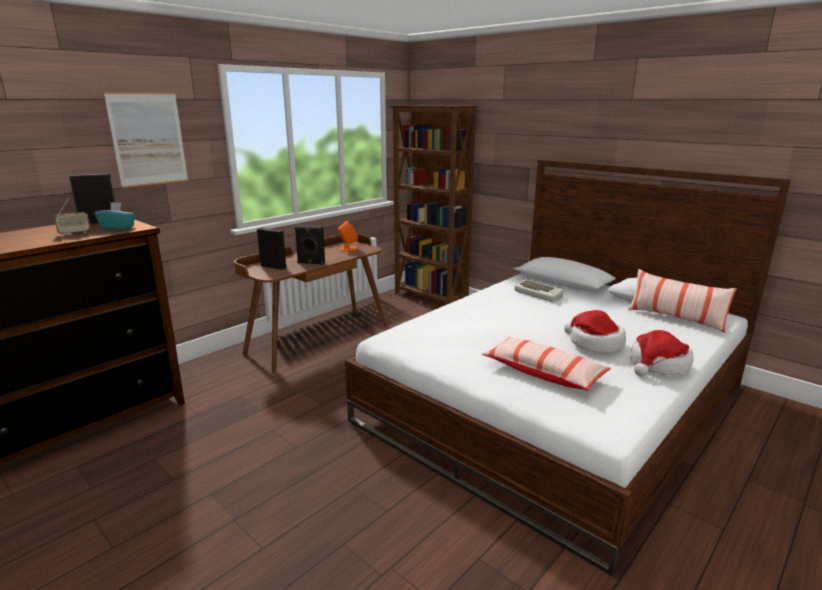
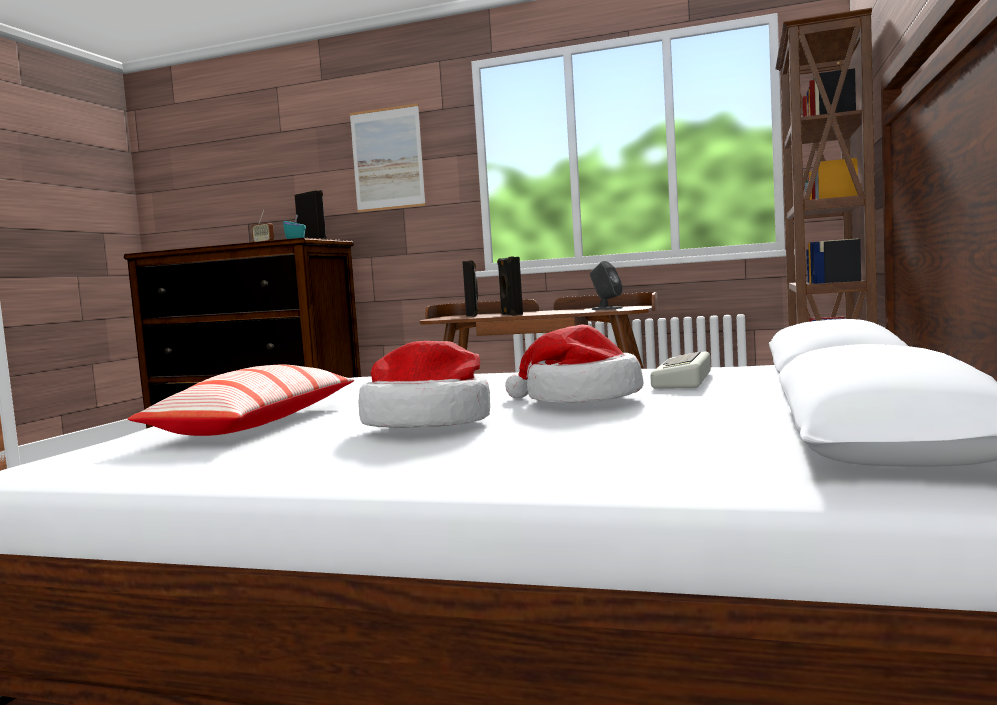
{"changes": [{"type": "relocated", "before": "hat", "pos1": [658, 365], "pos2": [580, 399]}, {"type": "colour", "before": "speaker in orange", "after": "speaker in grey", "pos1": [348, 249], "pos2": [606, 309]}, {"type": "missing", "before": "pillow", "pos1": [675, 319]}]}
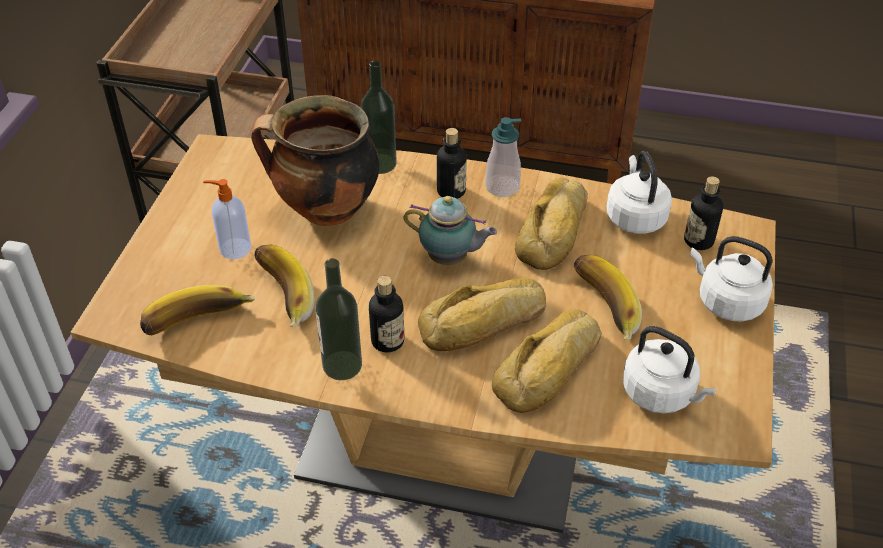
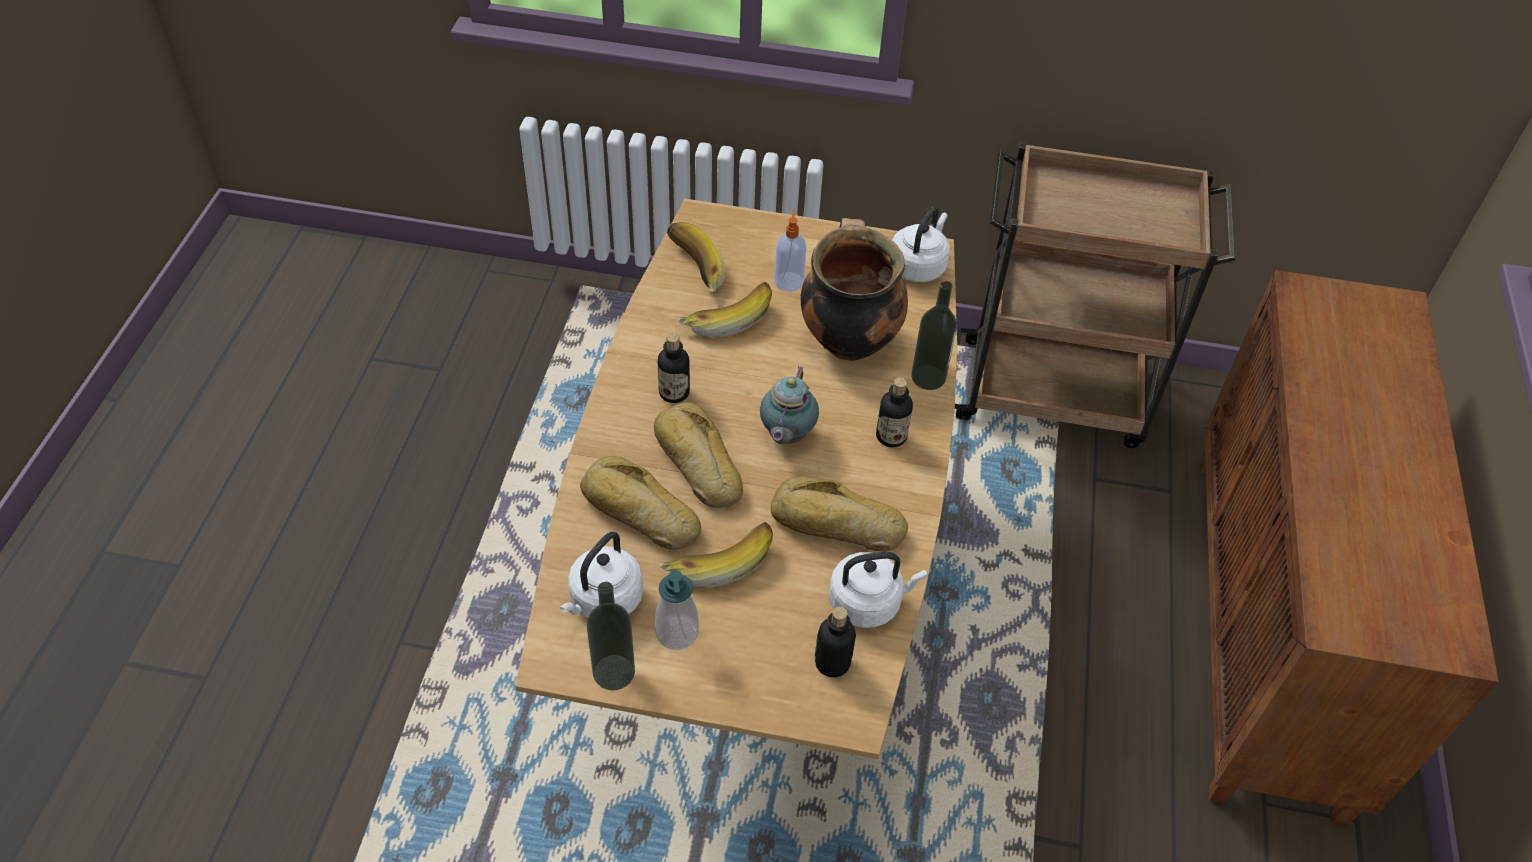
{"changes": [{"type": "relocated", "before": "bottle", "pos1": [342, 365], "pos2": [613, 672]}, {"type": "relocated", "before": "soap dispenser", "pos1": [502, 187], "pos2": [677, 632]}, {"type": "relocated", "before": "kettle in white", "pos1": [727, 302], "pos2": [918, 266]}]}
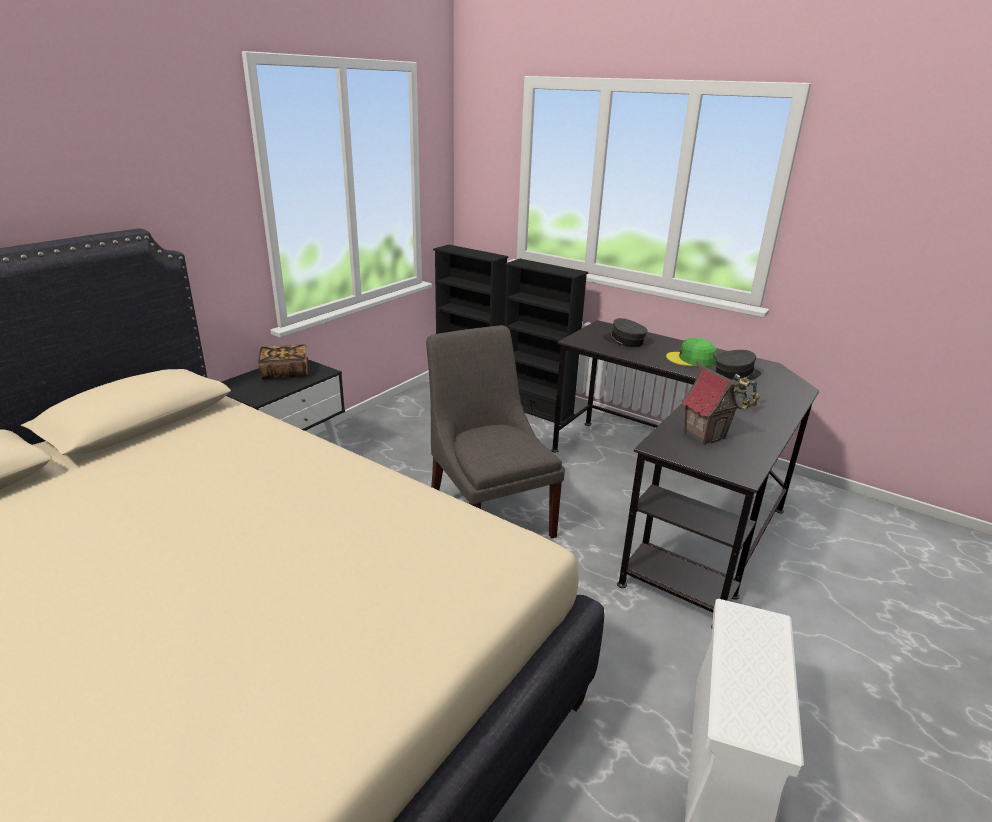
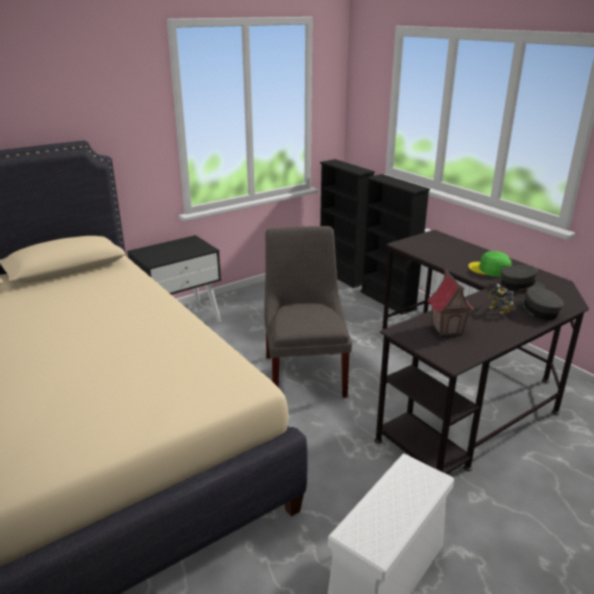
{"changes": [{"type": "relocated", "before": "cap in grey", "pos1": [624, 341], "pos2": [537, 311]}, {"type": "missing", "before": "book", "pos1": [285, 372]}]}
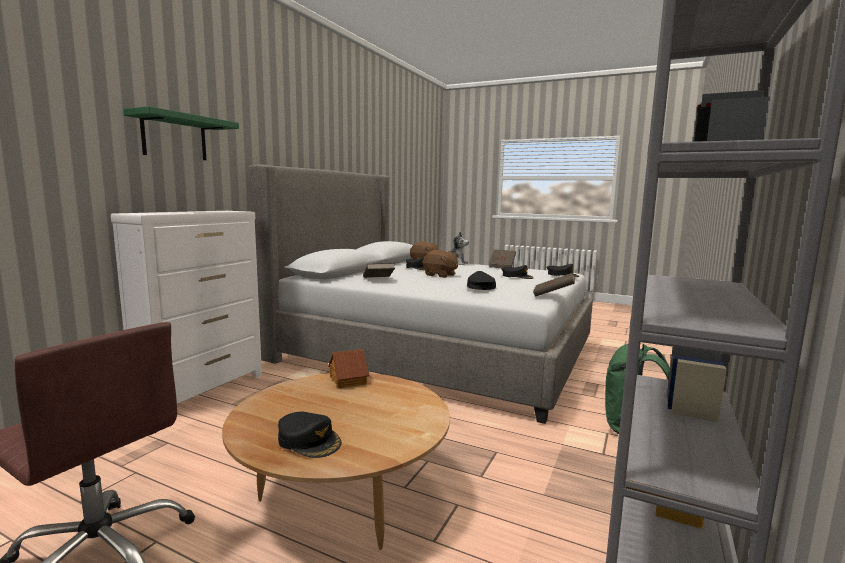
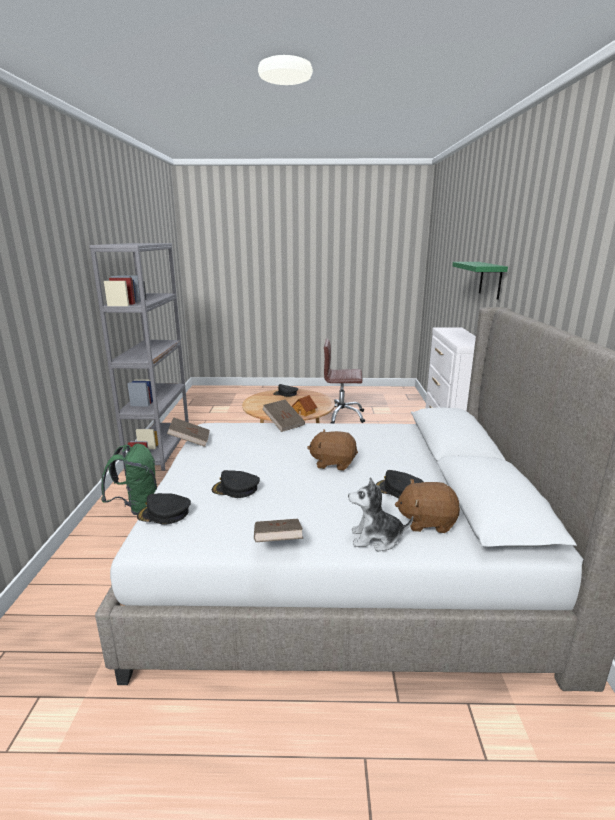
{"changes": [{"type": "relocated", "before": "book in brown", "pos1": [378, 279], "pos2": [283, 424]}, {"type": "missing", "before": "cap in black", "pos1": [480, 287]}]}
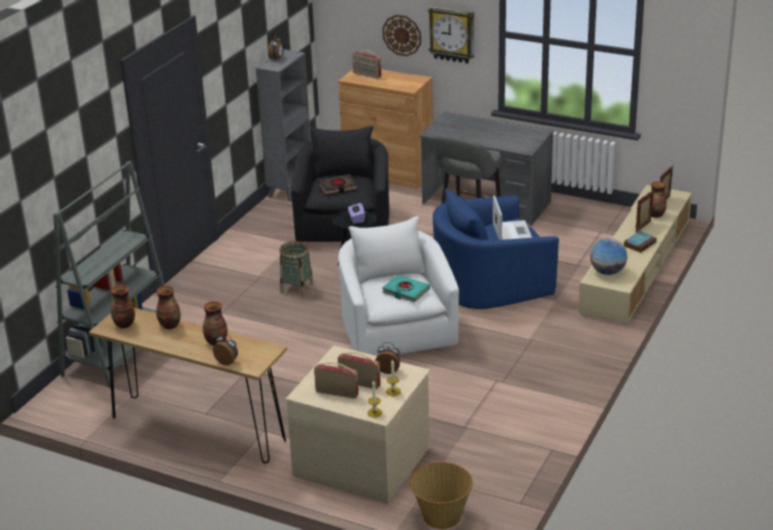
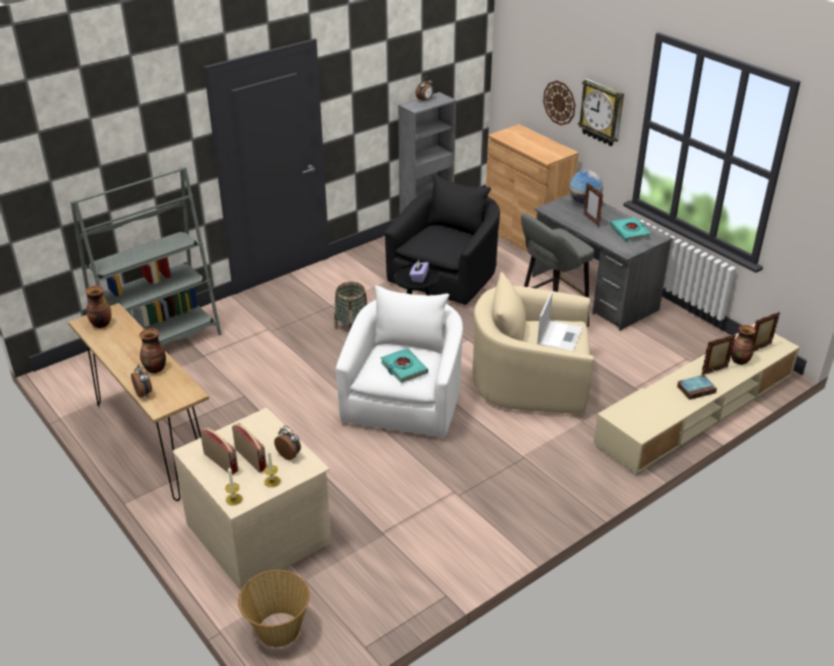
{"changes": [{"type": "colour", "before": "armchair in blue", "after": "armchair in beige", "pos1": [490, 284], "pos2": [531, 381]}, {"type": "relocated", "before": "globe", "pos1": [607, 272], "pos2": [584, 202]}, {"type": "appeared", "after": "picture frame", "pos2": [591, 220]}, {"type": "appeared", "after": "book in turquoise", "pos2": [630, 232]}, {"type": "missing", "before": "vase", "pos1": [170, 325]}, {"type": "missing", "before": "book in black", "pos1": [338, 187]}, {"type": "missing", "before": "radio", "pos1": [366, 75]}]}
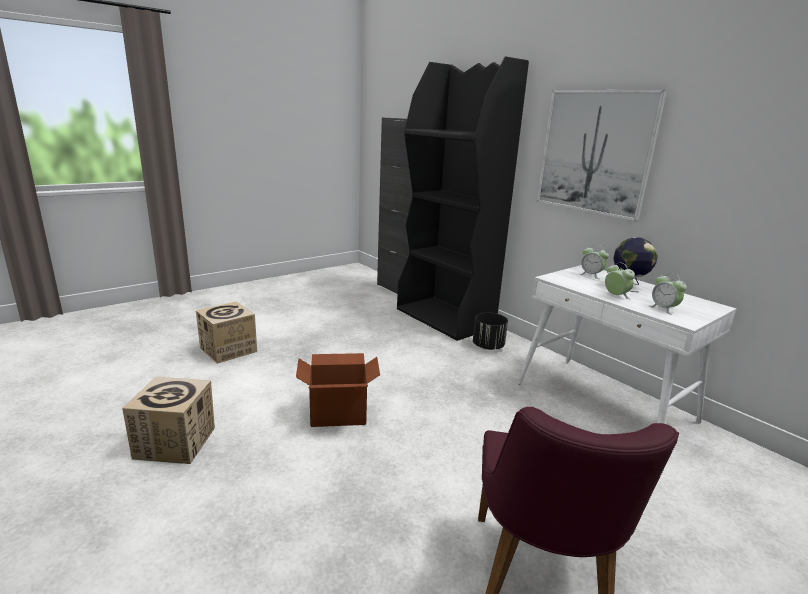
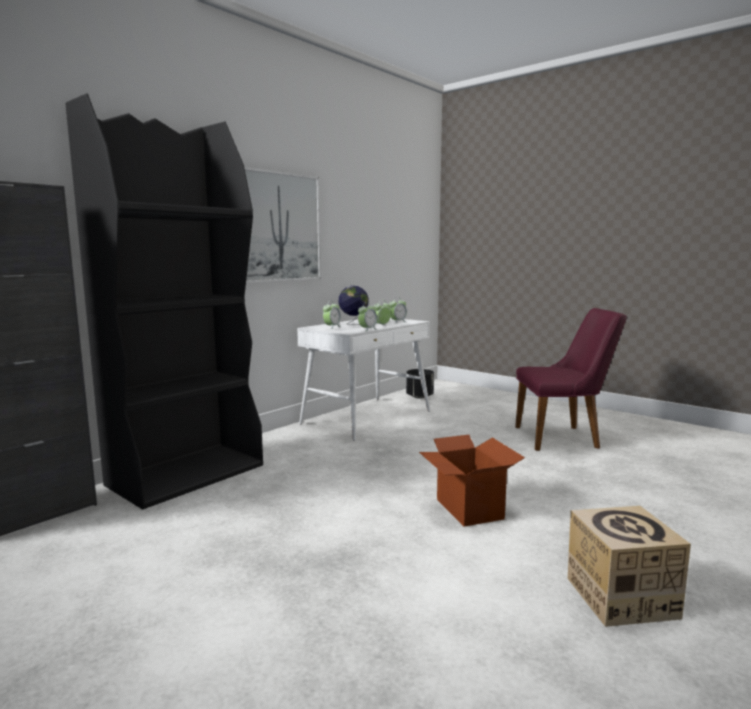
{"changes": [{"type": "appeared", "after": "alarm clock", "pos2": [367, 329]}, {"type": "relocated", "before": "planter in black", "pos1": [488, 346], "pos2": [419, 396]}, {"type": "missing", "before": "cardboard box", "pos1": [228, 350]}]}
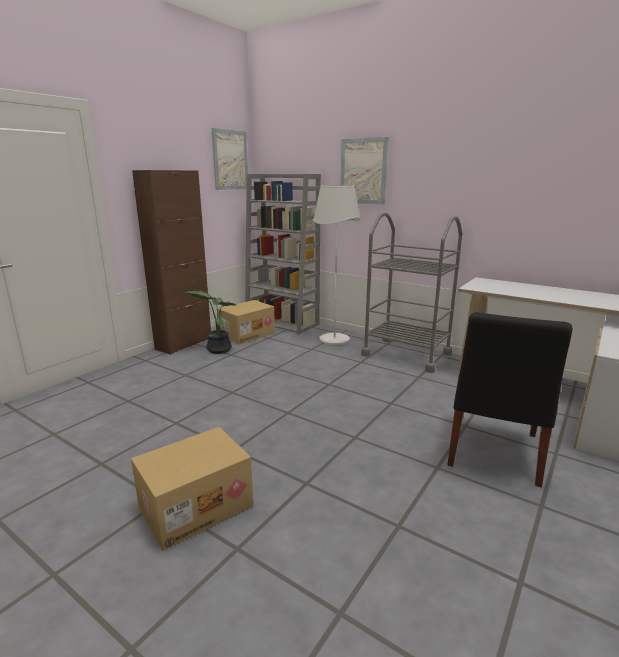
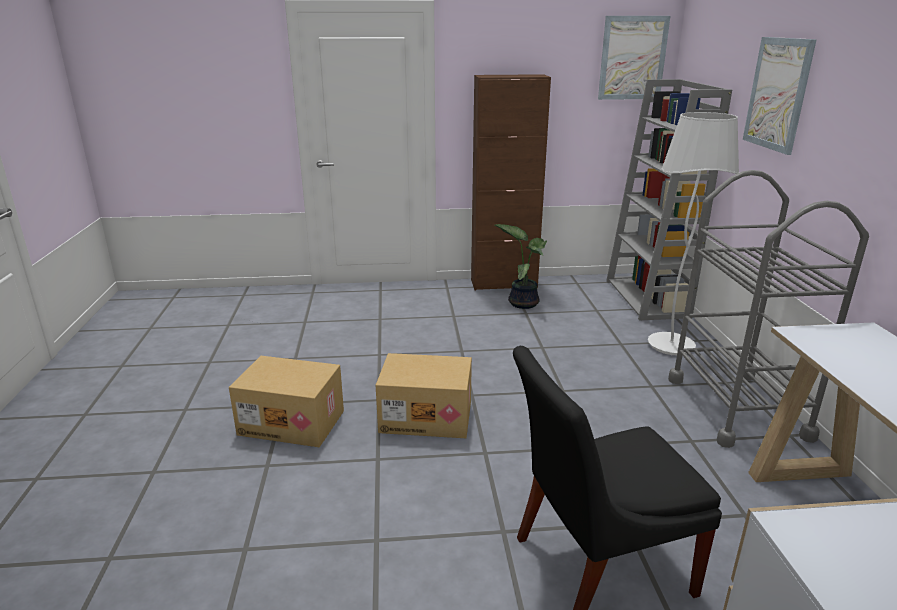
{"changes": [{"type": "relocated", "before": "cardboard box", "pos1": [247, 334], "pos2": [427, 416]}]}
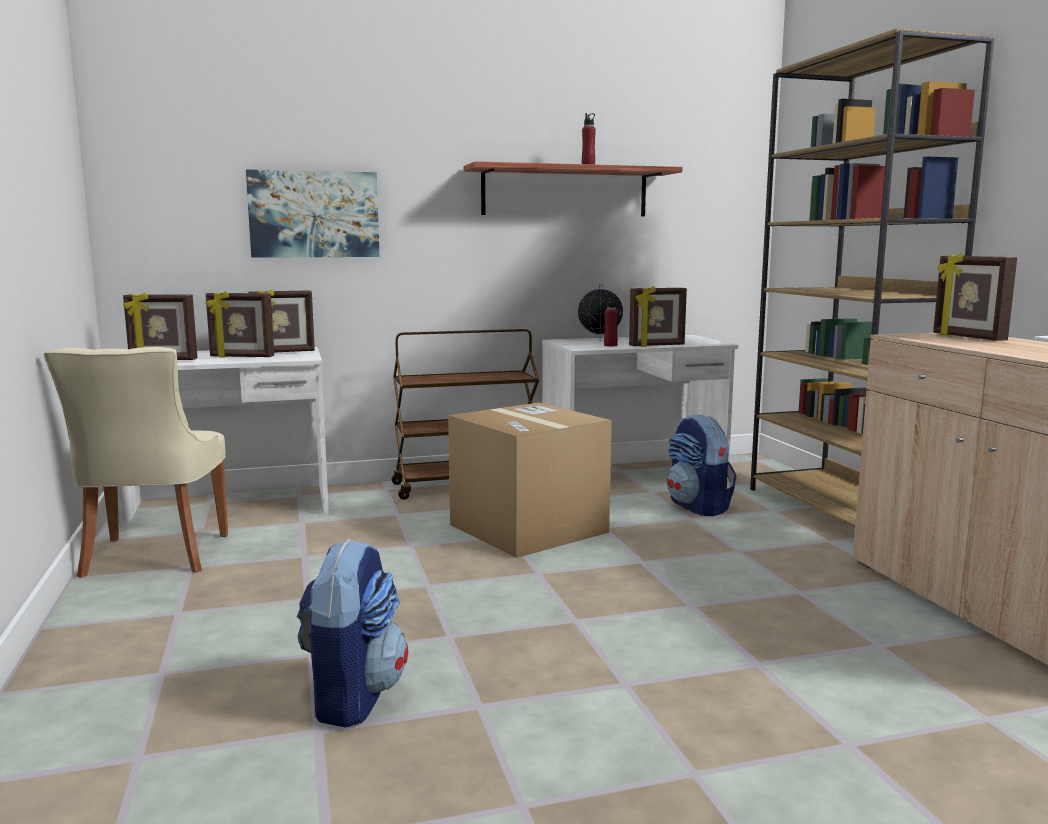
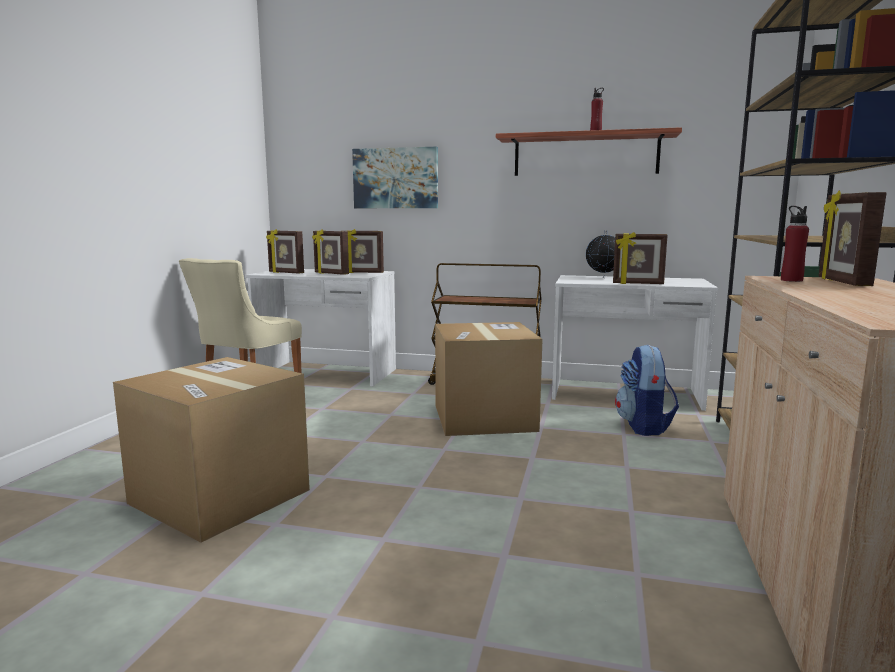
{"changes": [{"type": "exchanged", "before": "backpack", "after": "cardboard box", "pos1": [352, 696], "pos2": [220, 496]}, {"type": "relocated", "before": "bottle in red", "pos1": [610, 345], "pos2": [791, 280]}]}
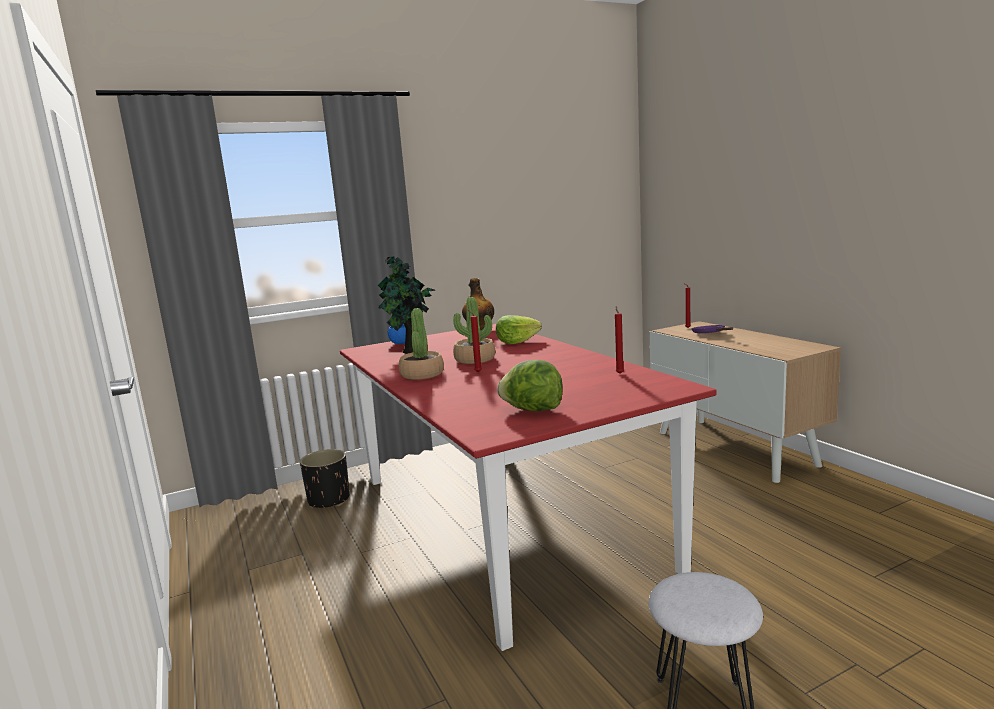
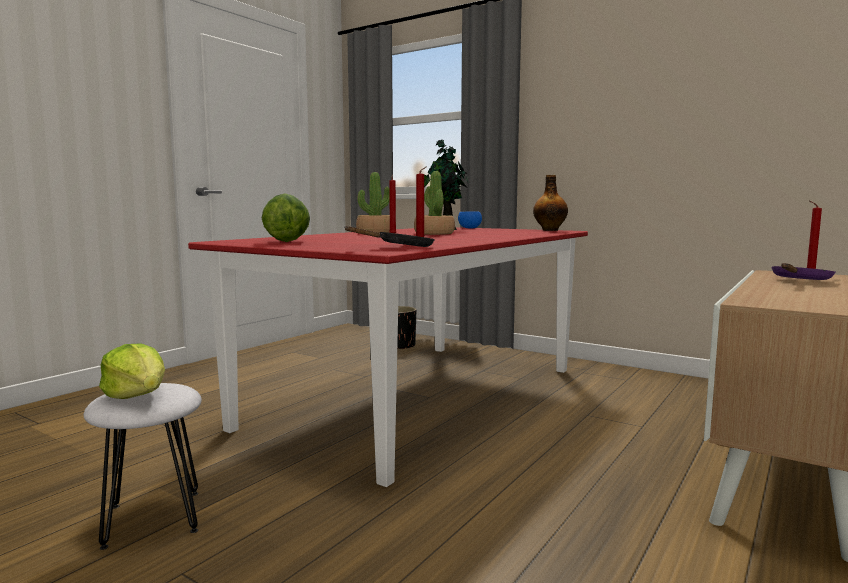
{"changes": [{"type": "relocated", "before": "lettuce", "pos1": [517, 341], "pos2": [137, 395]}, {"type": "appeared", "after": "frying pan in black", "pos2": [401, 247]}]}
